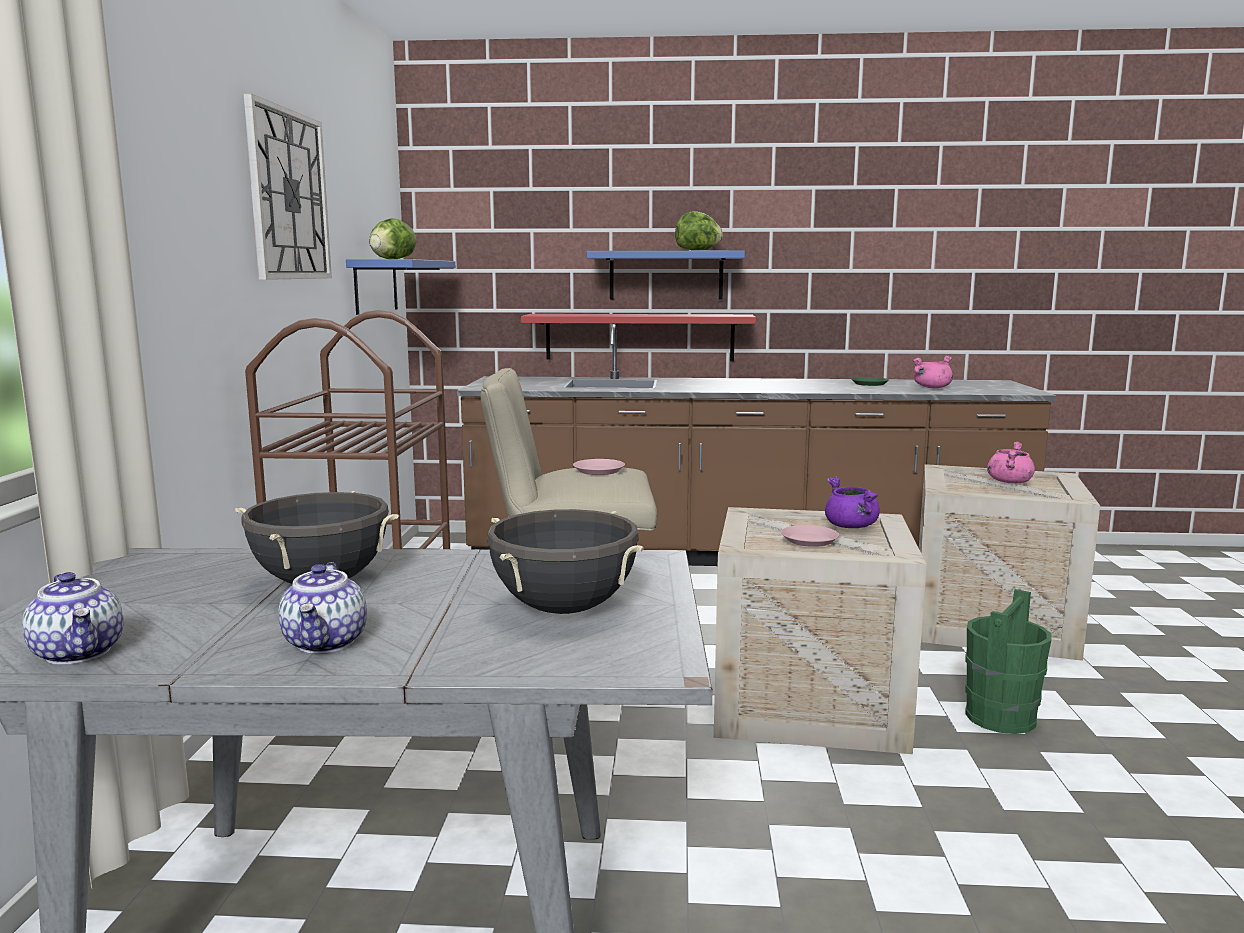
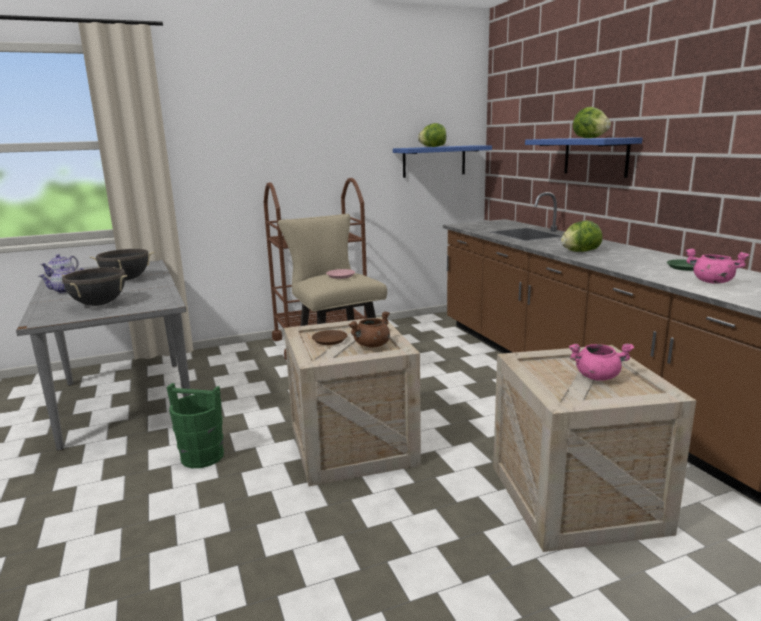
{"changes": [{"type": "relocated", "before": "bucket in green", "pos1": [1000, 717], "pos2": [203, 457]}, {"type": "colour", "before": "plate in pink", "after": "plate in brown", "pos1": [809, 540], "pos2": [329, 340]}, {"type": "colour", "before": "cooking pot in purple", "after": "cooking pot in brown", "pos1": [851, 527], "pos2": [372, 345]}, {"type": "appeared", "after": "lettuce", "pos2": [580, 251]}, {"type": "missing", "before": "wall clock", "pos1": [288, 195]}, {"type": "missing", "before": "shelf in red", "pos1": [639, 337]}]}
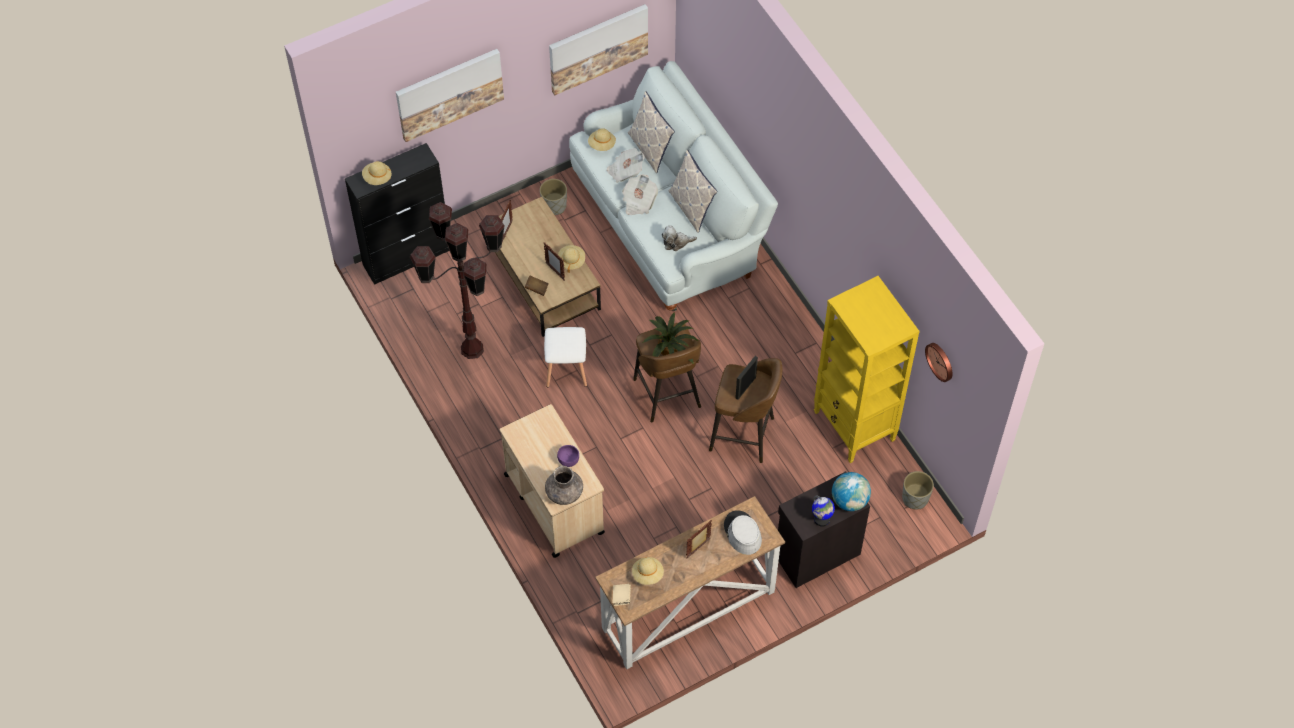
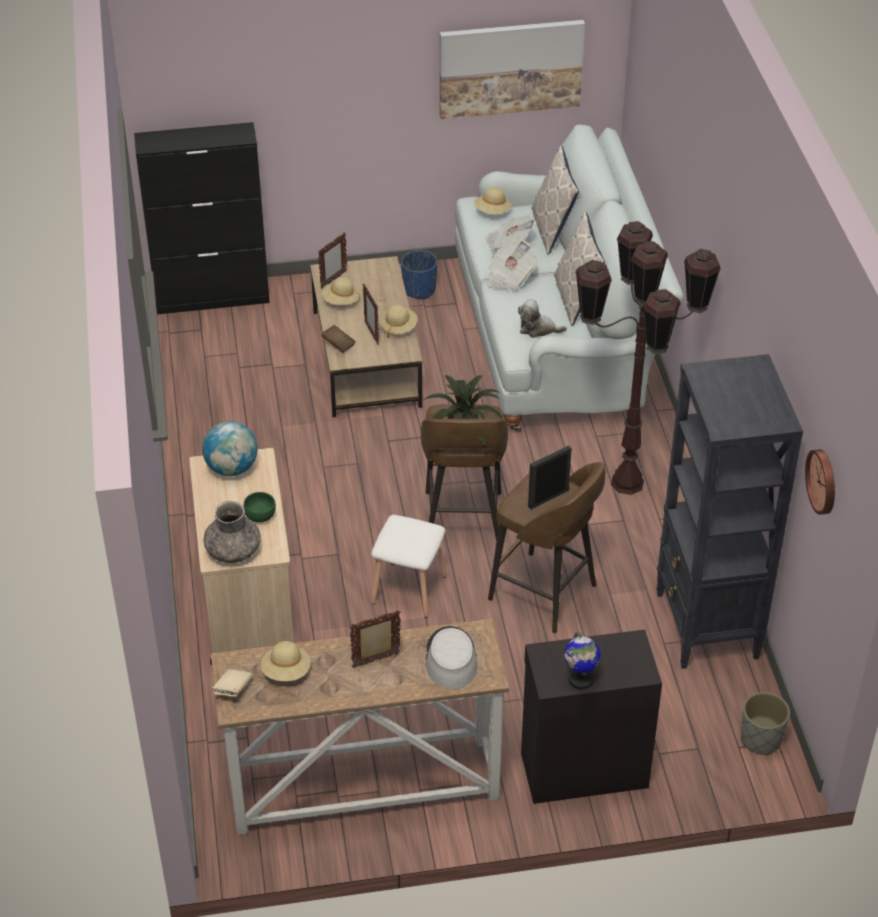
{"changes": [{"type": "relocated", "before": "globe", "pos1": [849, 500], "pos2": [232, 468]}, {"type": "colour", "before": "bowl in purple", "after": "bowl in green", "pos1": [568, 460], "pos2": [260, 515]}, {"type": "relocated", "before": "hat in beige", "pos1": [377, 178], "pos2": [341, 301]}, {"type": "relocated", "before": "stool in white", "pos1": [566, 368], "pos2": [408, 588]}, {"type": "colour", "before": "planter in grey", "after": "planter in blue", "pos1": [554, 206], "pos2": [419, 290]}, {"type": "relocated", "before": "floor lamp in brown", "pos1": [472, 349], "pos2": [628, 483]}, {"type": "colour", "before": "bookcase in yellow", "after": "bookcase in black", "pos1": [854, 427], "pos2": [706, 626]}, {"type": "missing", "before": "picture", "pos1": [449, 93]}]}
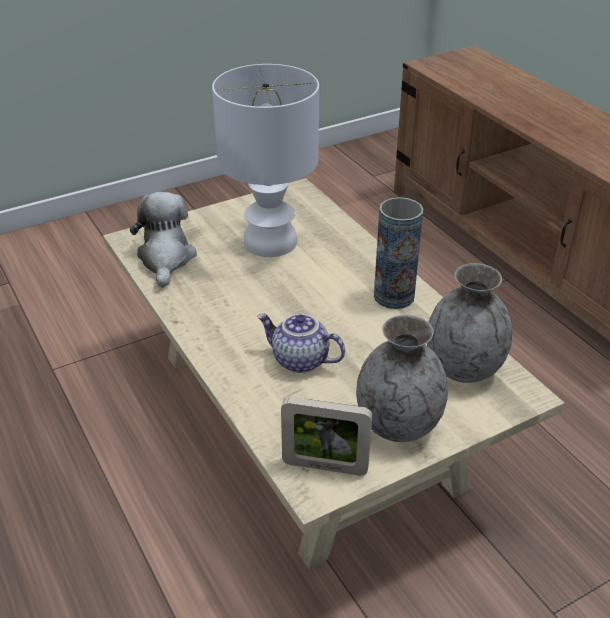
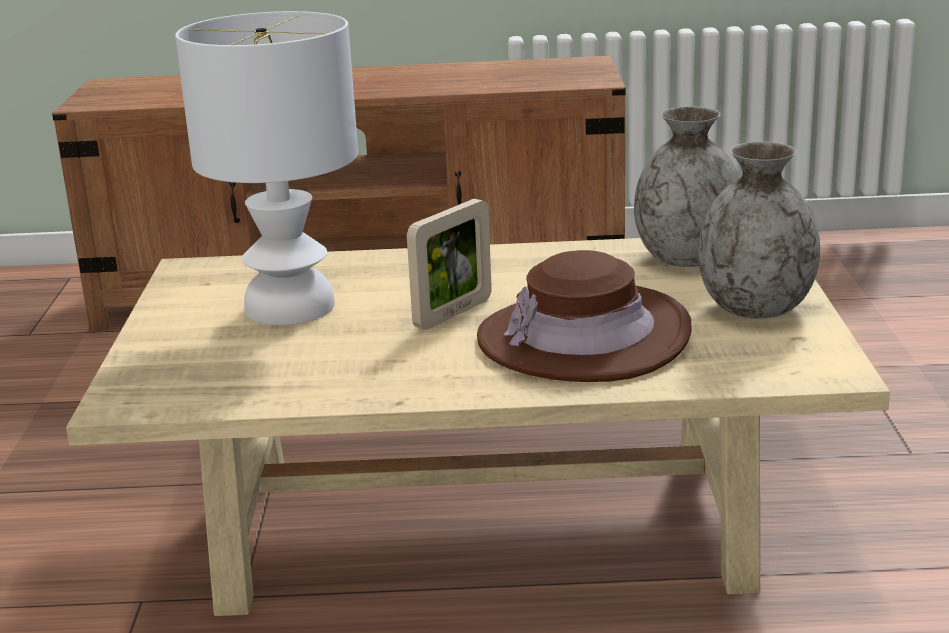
{"changes": [{"type": "relocated", "before": "picture frame", "pos1": [325, 466], "pos2": [453, 313]}, {"type": "exchanged", "before": "teapot", "after": "hat in brown", "pos1": [299, 361], "pos2": [584, 337]}, {"type": "missing", "before": "plush toy", "pos1": [166, 258]}, {"type": "missing", "before": "vase", "pos1": [394, 296]}]}
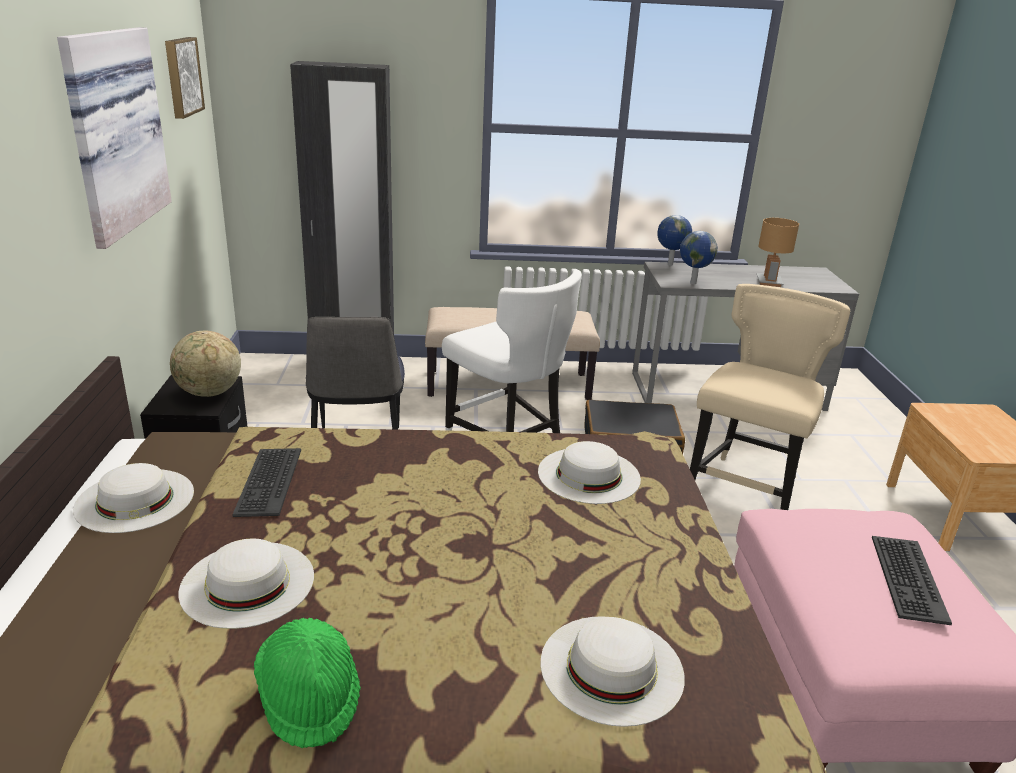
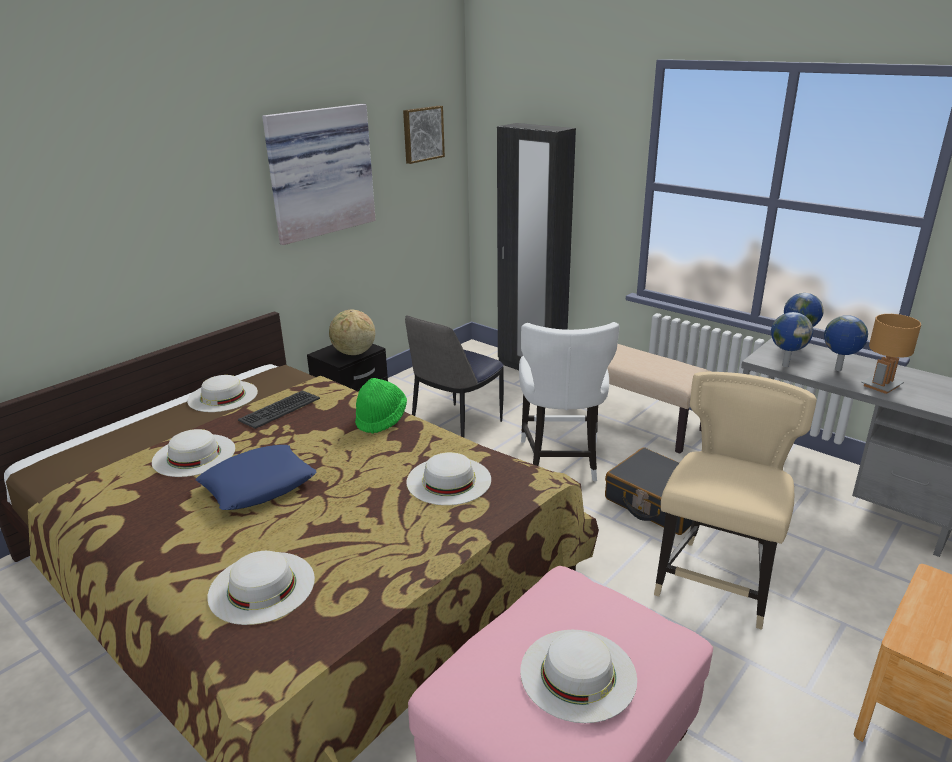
{"changes": [{"type": "appeared", "after": "pillow in blue", "pos2": [258, 485]}, {"type": "relocated", "before": "hat in green", "pos1": [309, 698], "pos2": [381, 419]}, {"type": "exchanged", "before": "keyboard", "after": "hat in white", "pos1": [906, 578], "pos2": [578, 674]}, {"type": "spun", "before": "chair in beige", "pos1": [746, 488], "pos2": [717, 580], "turn": -45}, {"type": "appeared", "after": "globe", "pos2": [838, 370]}]}
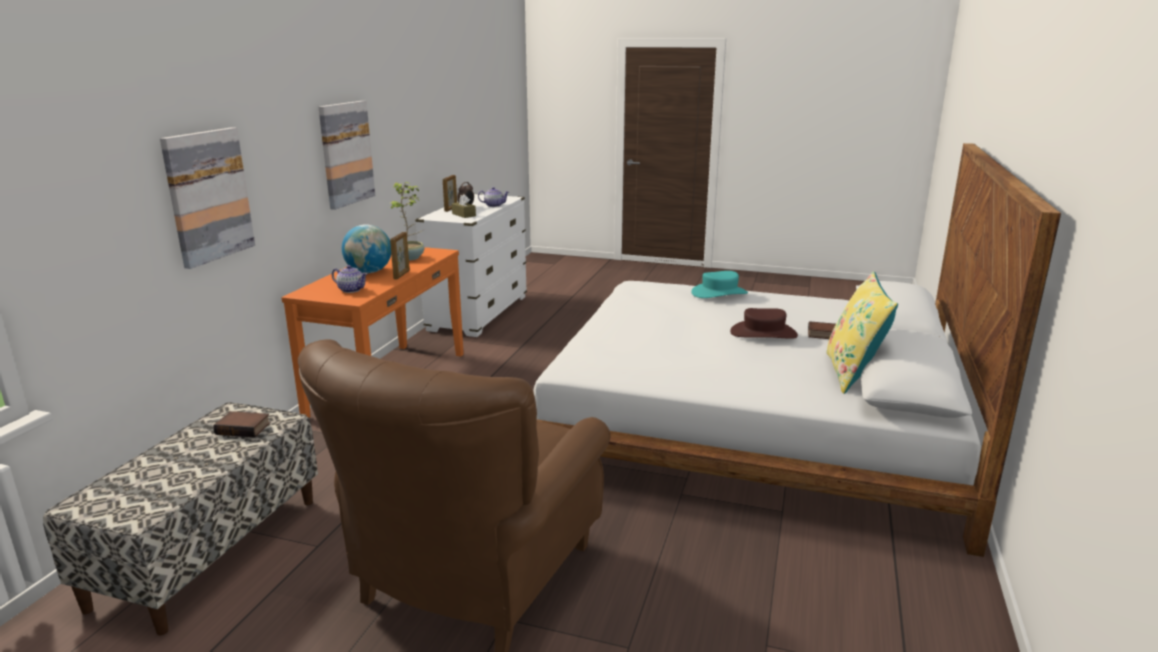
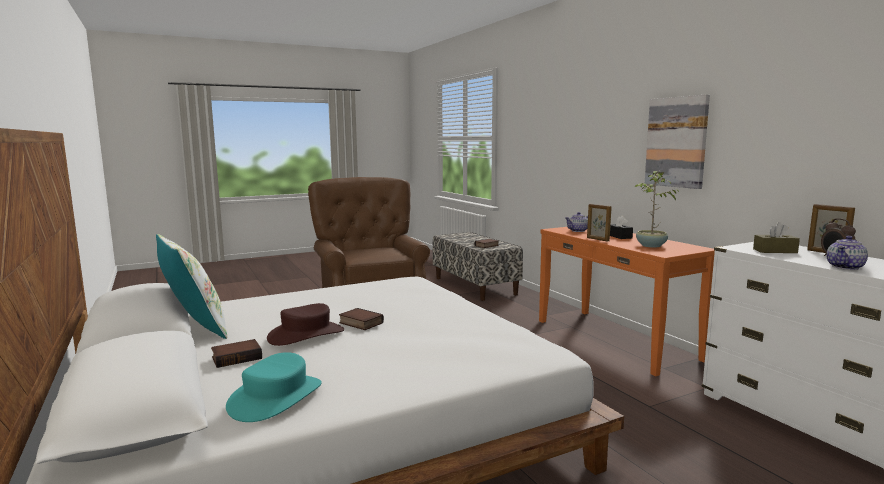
{"changes": [{"type": "colour", "before": "pillow in yellow", "after": "pillow in white", "pos1": [853, 373], "pos2": [194, 328]}, {"type": "relocated", "before": "hat in turquoise", "pos1": [719, 293], "pos2": [276, 397]}, {"type": "appeared", "after": "book", "pos2": [360, 323]}, {"type": "exchanged", "before": "globe", "after": "tissue box in black", "pos1": [369, 272], "pos2": [619, 236]}, {"type": "missing", "before": "picture", "pos1": [208, 196]}]}
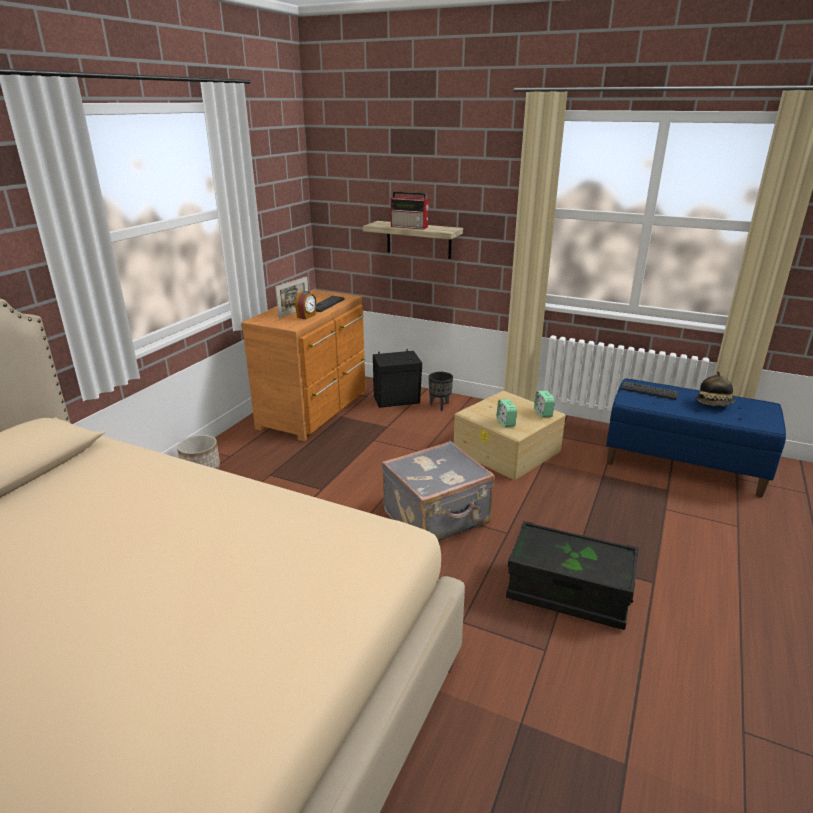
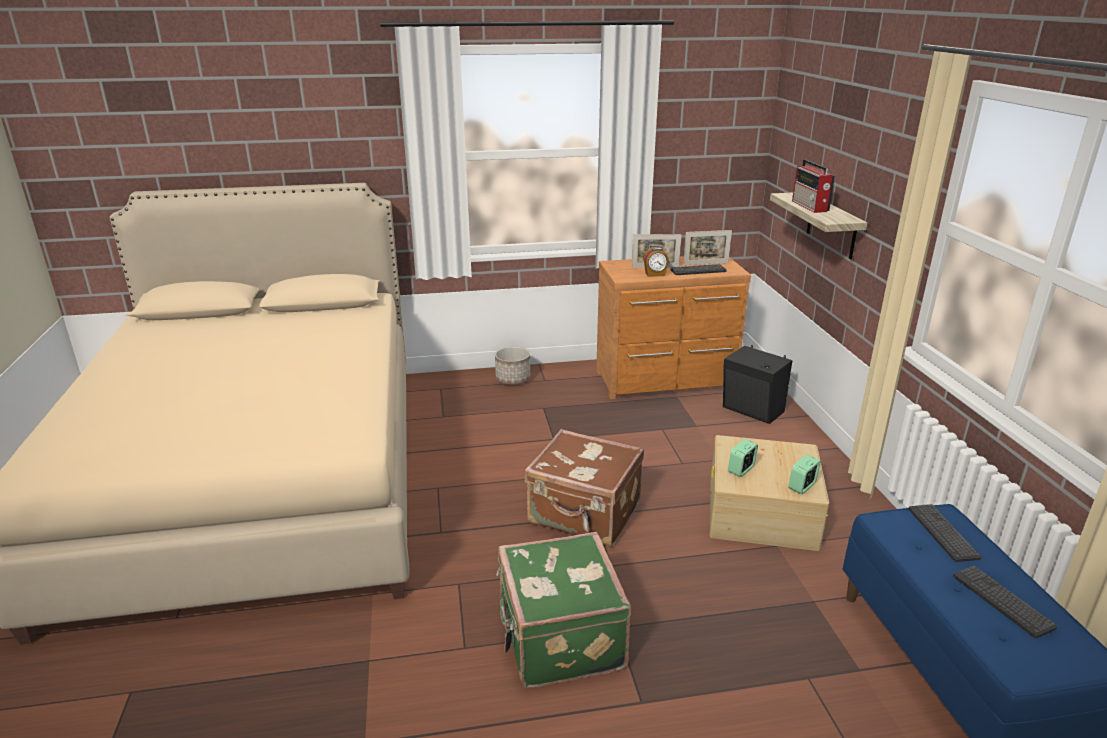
{"changes": [{"type": "exchanged", "before": "storage box in black", "after": "suitcase in green", "pos1": [568, 593], "pos2": [558, 638]}, {"type": "colour", "before": "suitcase in grey", "after": "suitcase in brown", "pos1": [437, 518], "pos2": [584, 514]}, {"type": "appeared", "after": "picture frame", "pos2": [706, 264]}, {"type": "exchanged", "before": "hat", "after": "keyboard", "pos1": [714, 404], "pos2": [1002, 601]}, {"type": "missing", "before": "planter in black", "pos1": [440, 405]}]}
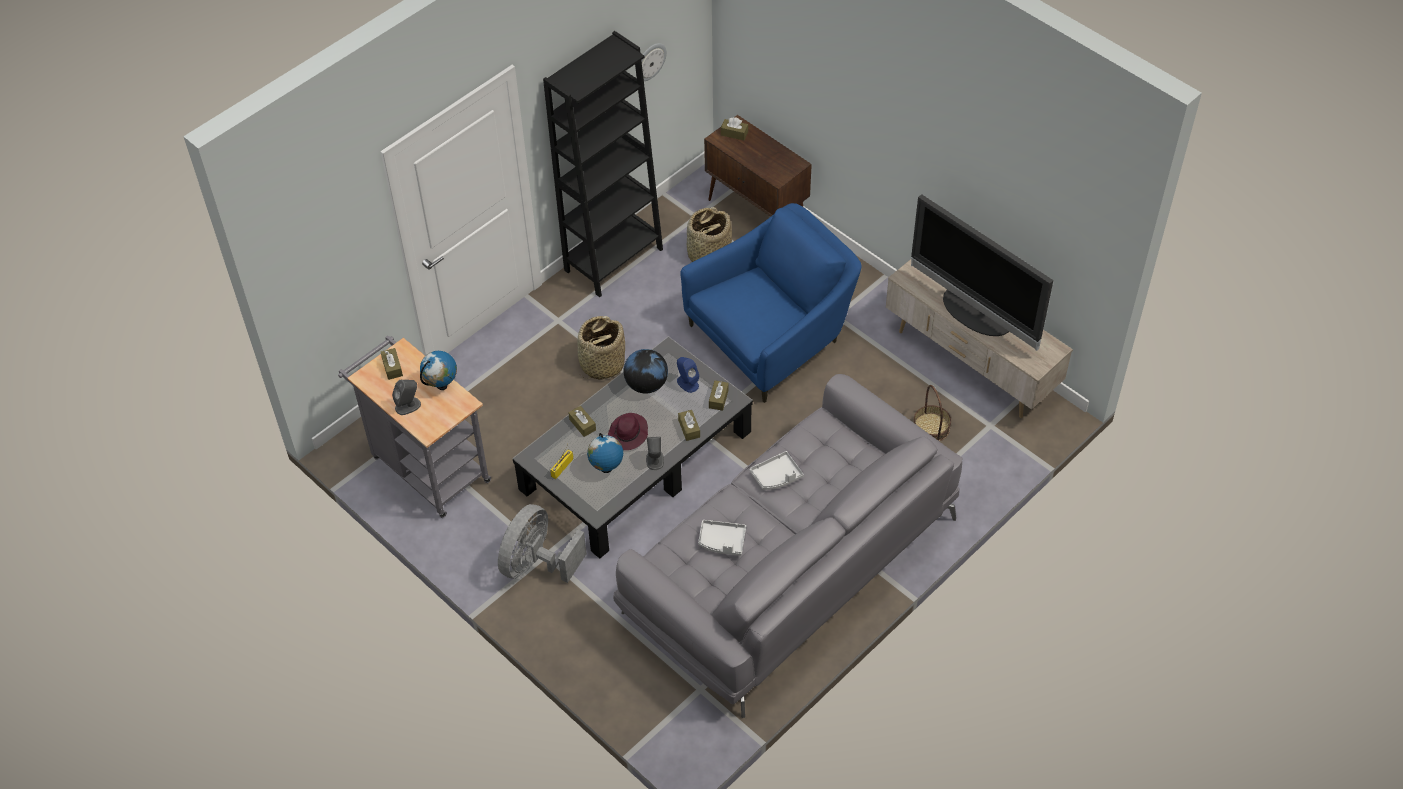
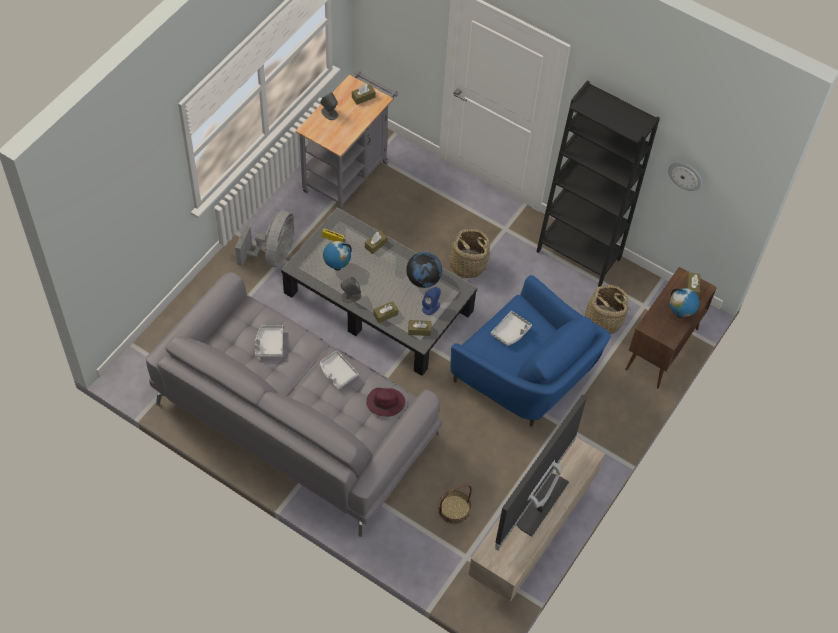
{"changes": [{"type": "spun", "before": "fan in grey", "pos1": [537, 564], "pos2": [273, 255], "turn": 90}, {"type": "relocated", "before": "hat in purple", "pos1": [628, 434], "pos2": [385, 403]}, {"type": "appeared", "after": "tray in grey", "pos2": [511, 332]}, {"type": "relocated", "before": "globe", "pos1": [441, 385], "pos2": [680, 314]}]}
